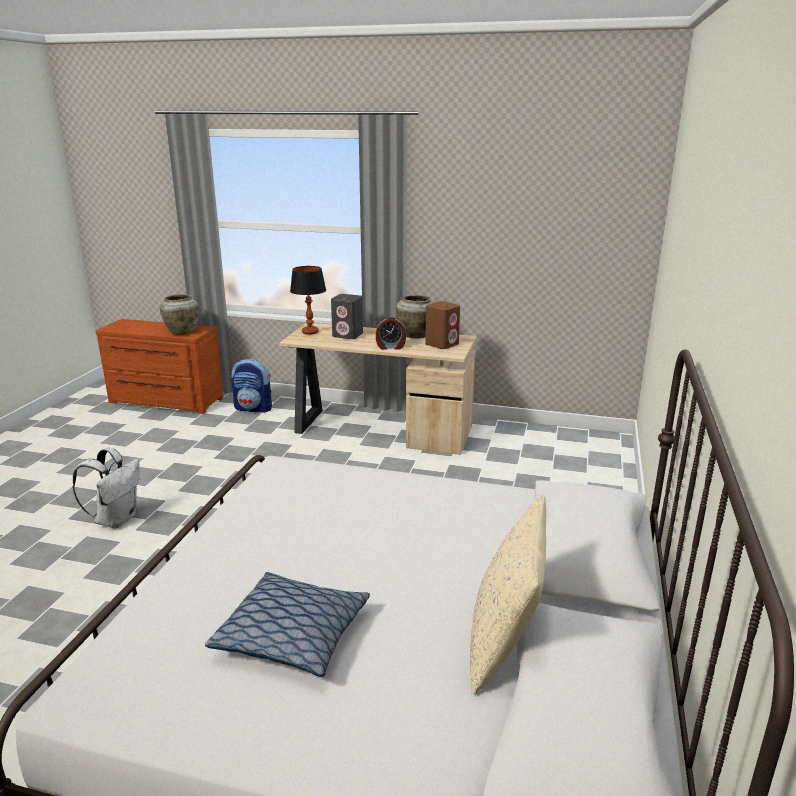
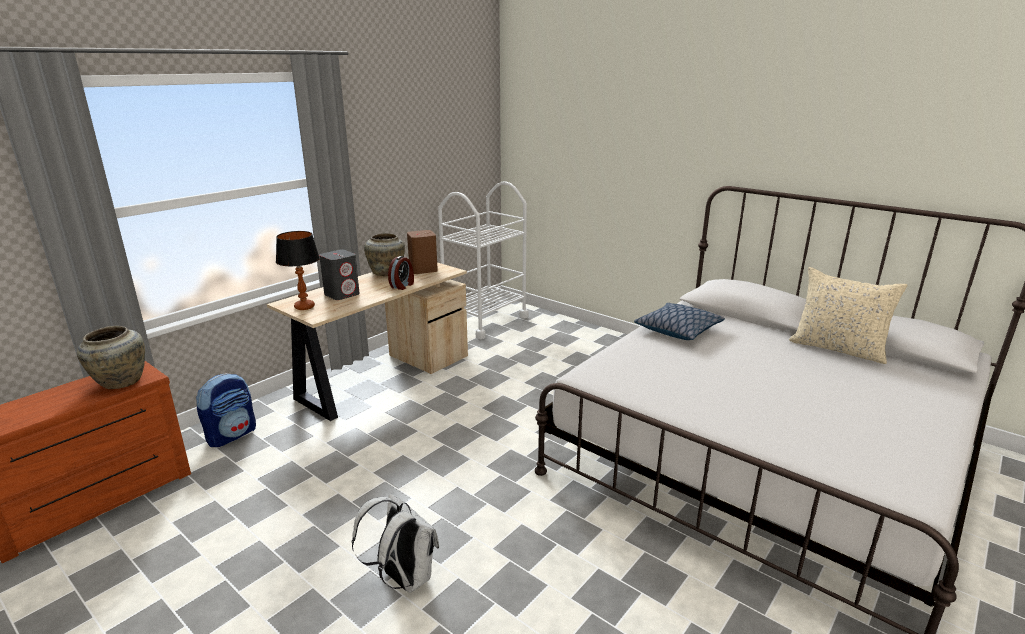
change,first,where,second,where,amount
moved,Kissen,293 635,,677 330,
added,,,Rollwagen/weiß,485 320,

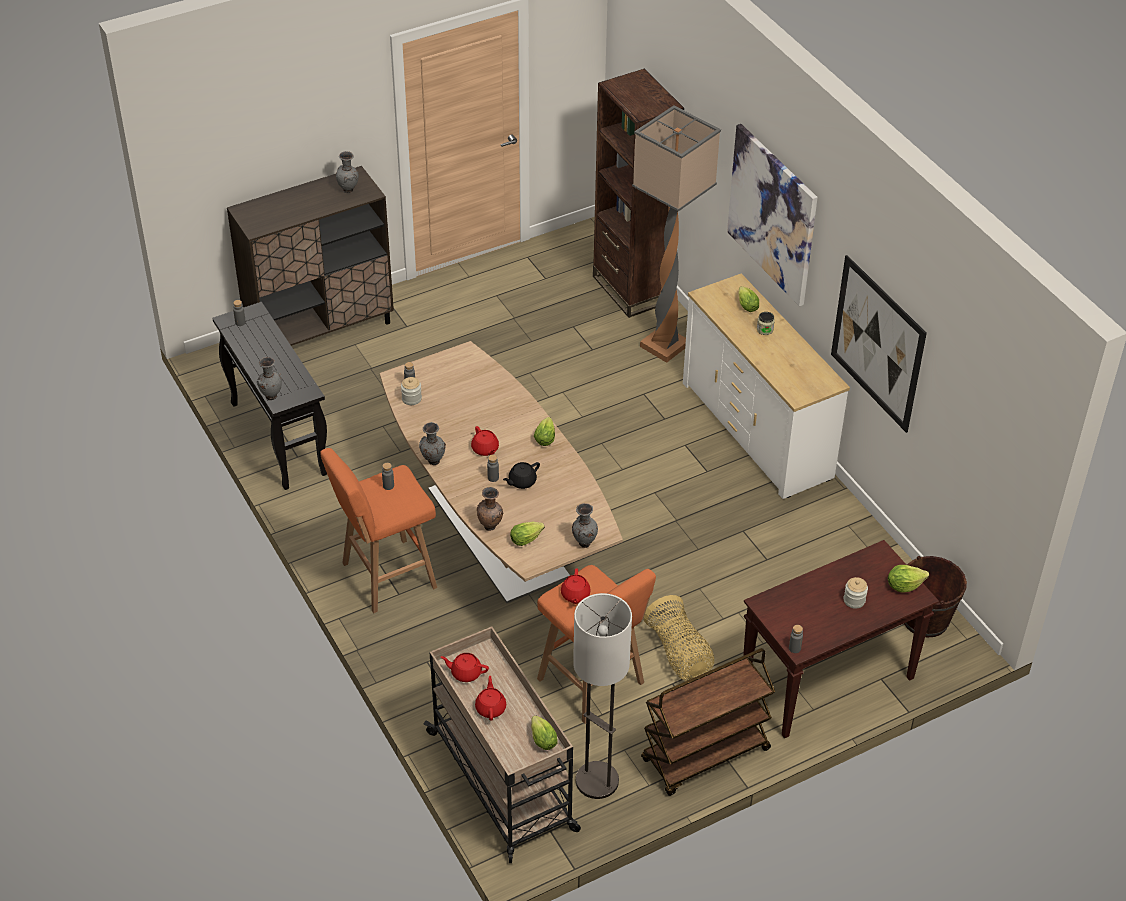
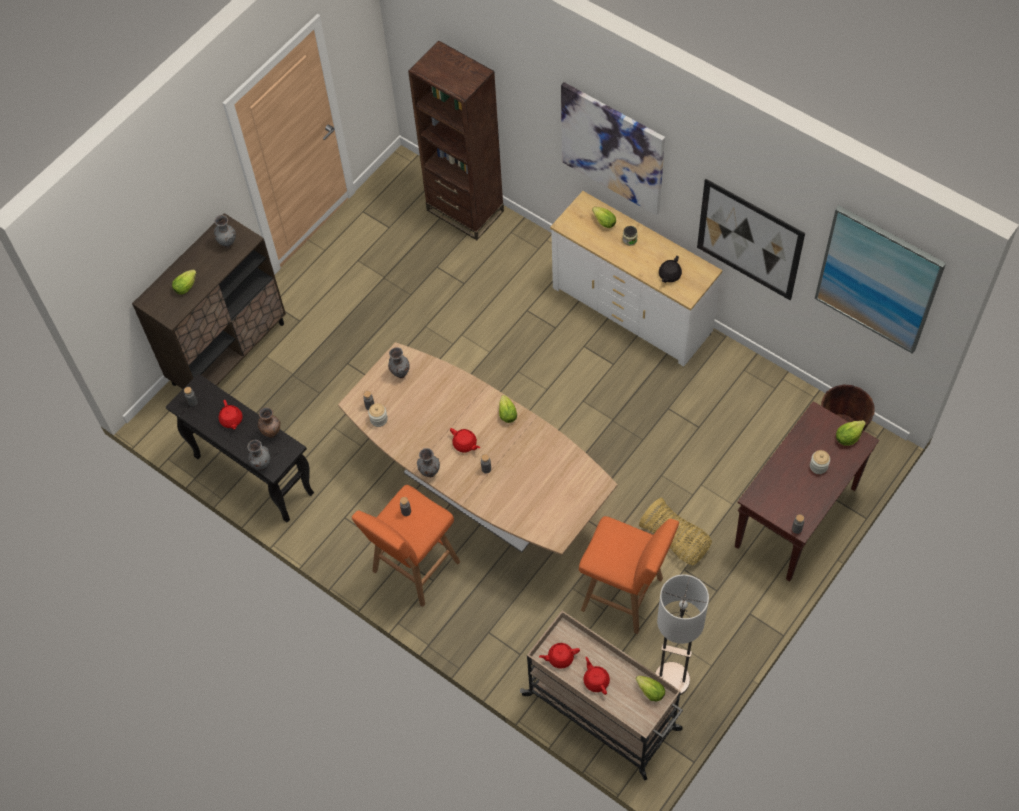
change,first,where,second,where,amount
removed,Stehlampe,666 346,,,
moved,Teekanne/schwarz,521 481,,669 275,
moved,Vase/braun,491 526,,272 433,
moved,Vase/grau,584 543,,400 374,
moved,Salatkopf,528 539,,187 285,
moved,Teekanne/rot,575 595,,231 420,
removed,Rollwagen/braun,705 756,,,
added,,,Bild,878 279,

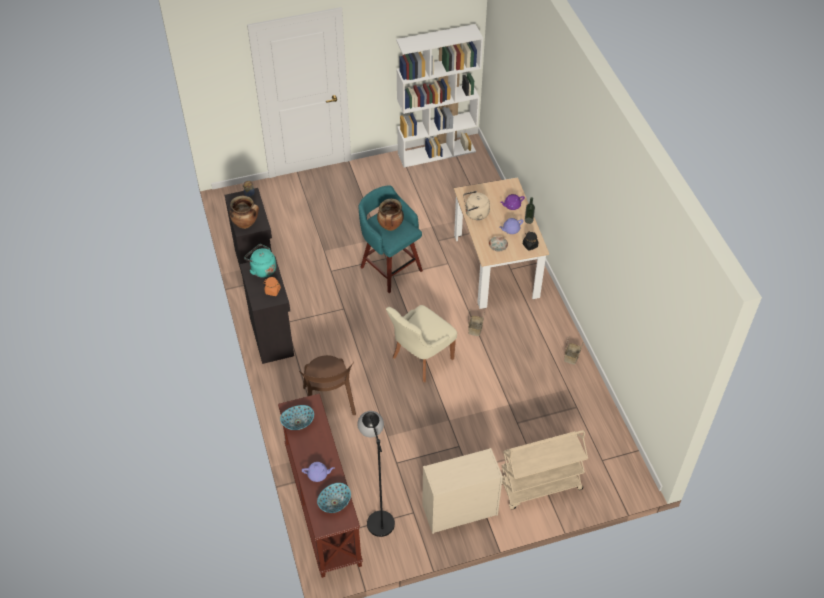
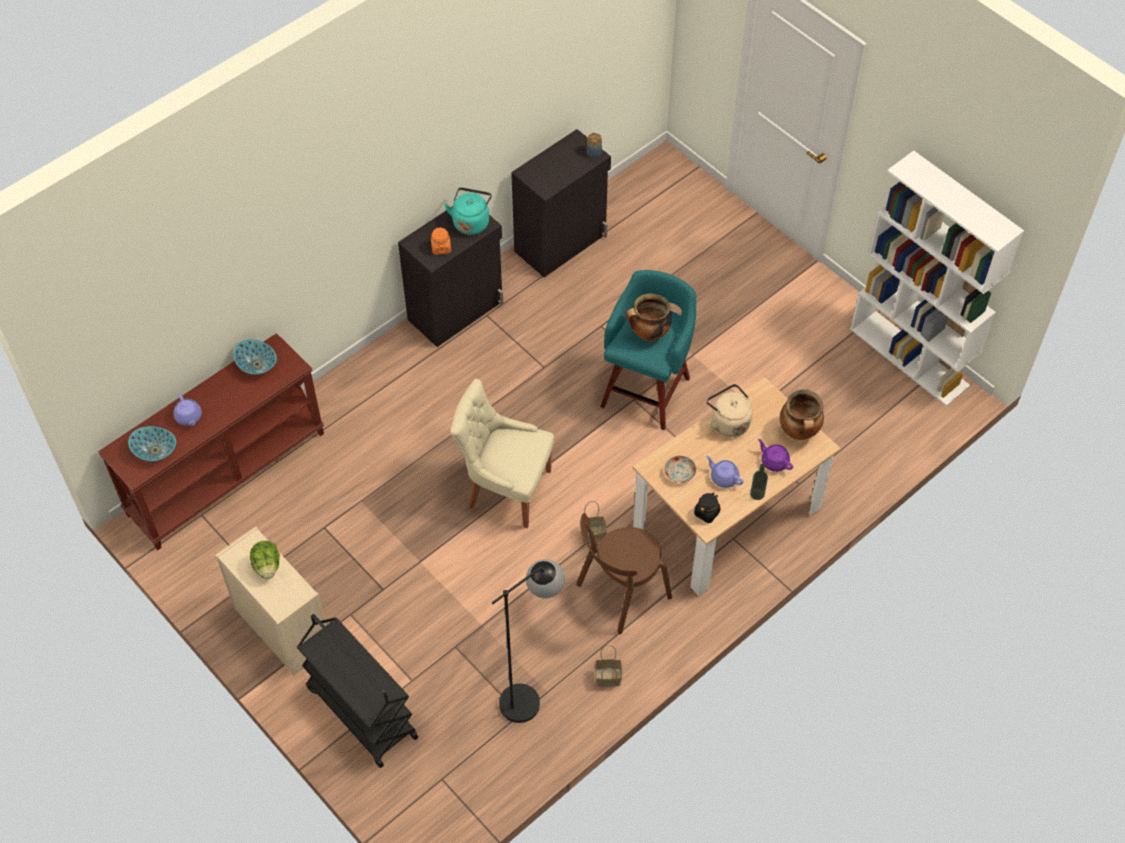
change,first,where,second,where,amount
moved,Kochtopf,246 224,,799 432,
moved,Stuhl/braun,329 403,,620 593,
moved,Stehlampe/schwarz,378 515,,530 694,
recoloured,Rollwagen/beige,540 487,Rollwagen/schwarz,361 712,
added,,,Salatkopf,267 566,

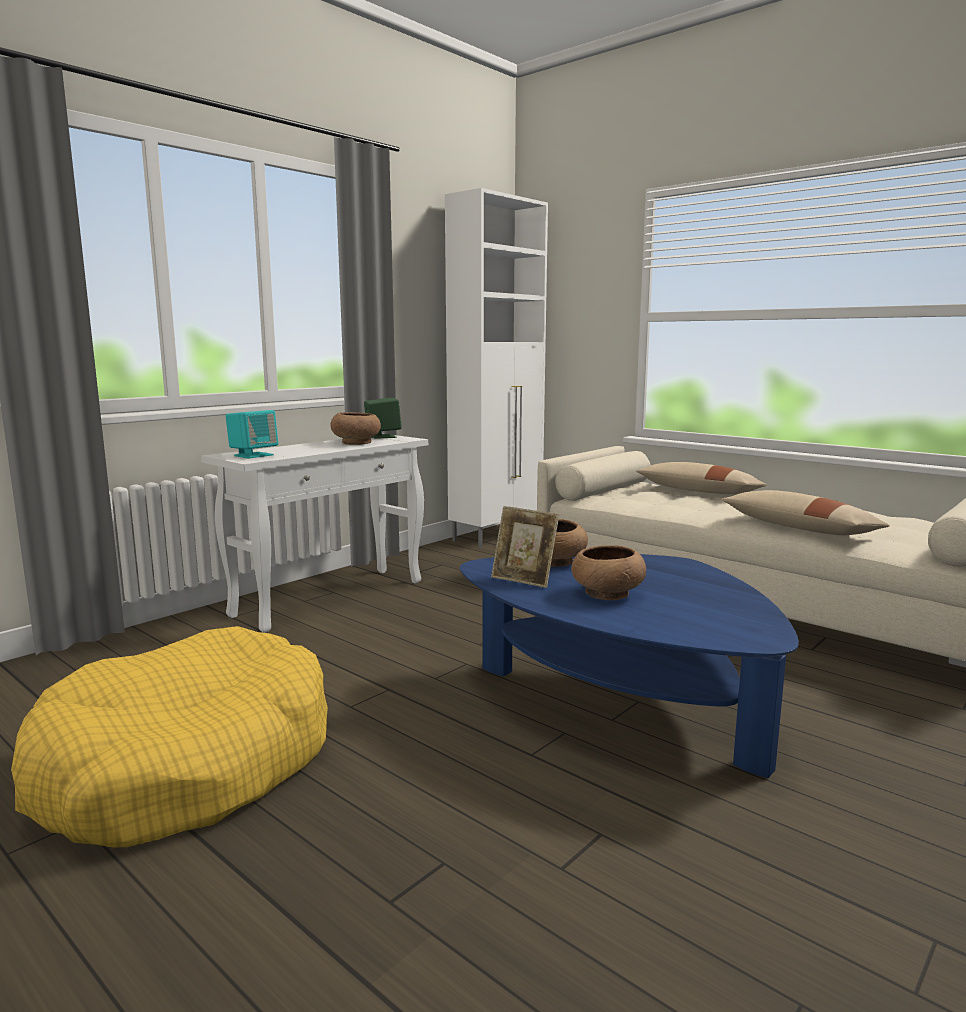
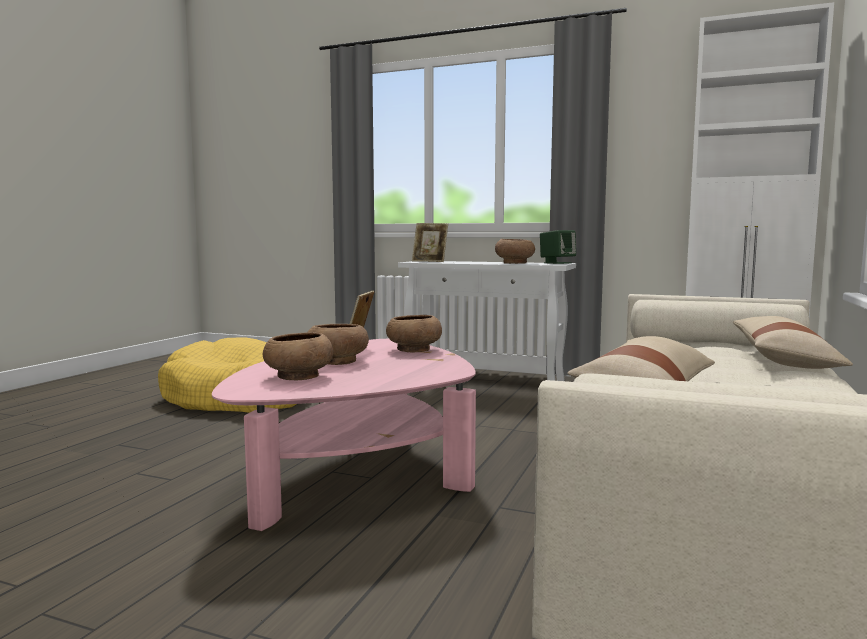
change,first,where,second,where,amount
replaced,Lautsprecher/türkis,253 455,Bilderrahmen,430 261,
recoloured,Couchtisch/blau,619 706,Couchtisch/rosa,358 472,
added,,,Schüssel/braun,298 376,

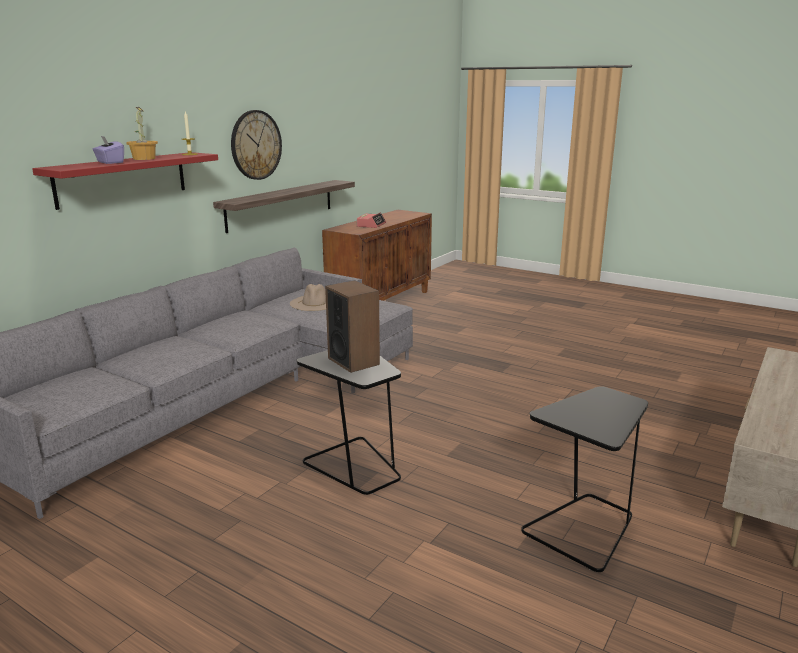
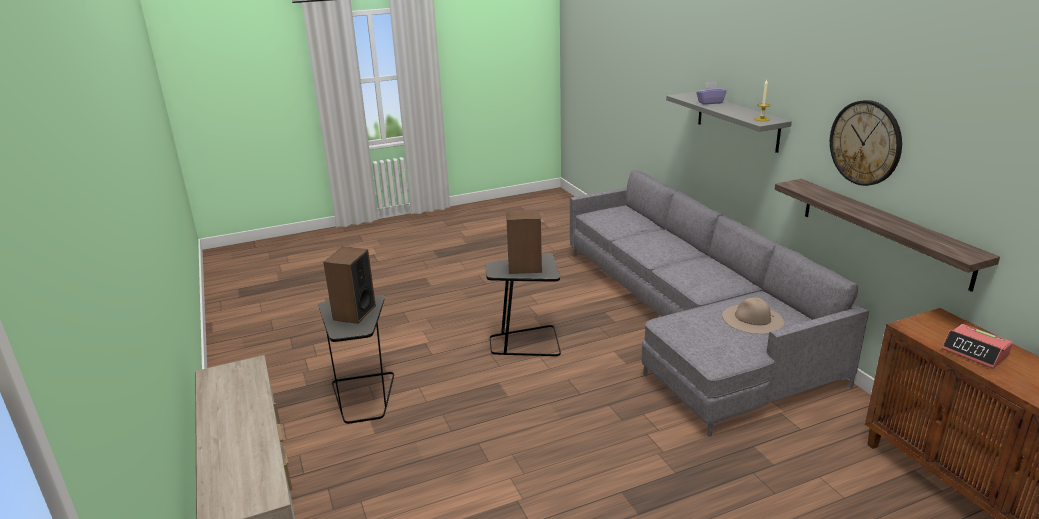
change,first,where,second,where,amount
removed,Topfpflanze,143 158,,,
recoloured,Wandregal/rot,122 179,Wandregal/grau,737 121,
added,,,Lautsprecher,354 313,

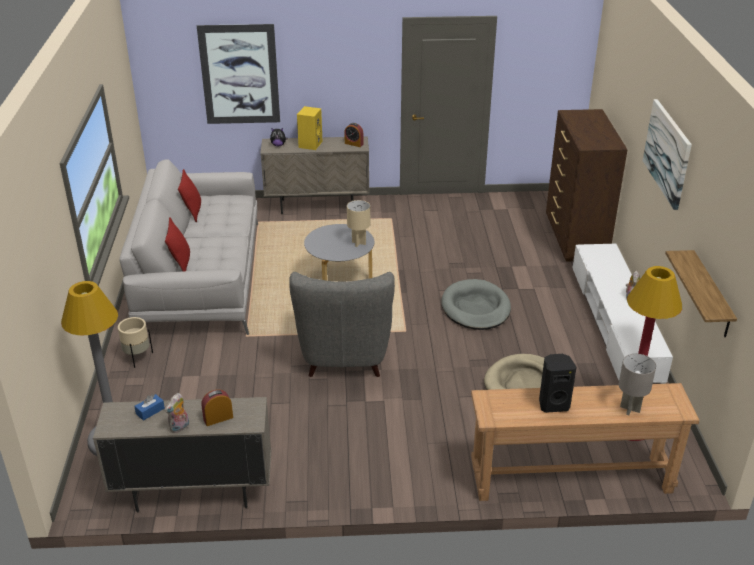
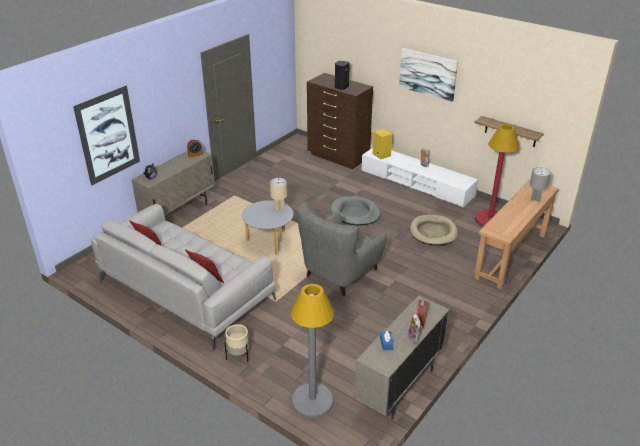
change,first,where,second,where,amount
moved,Lautsprecher/gelb,310 144,,381 155,
turned,Sessel/grau,345 354,,340 273,90 degrees clockwise
moved,Lautsprecher/schwarz,553 404,,341 87,

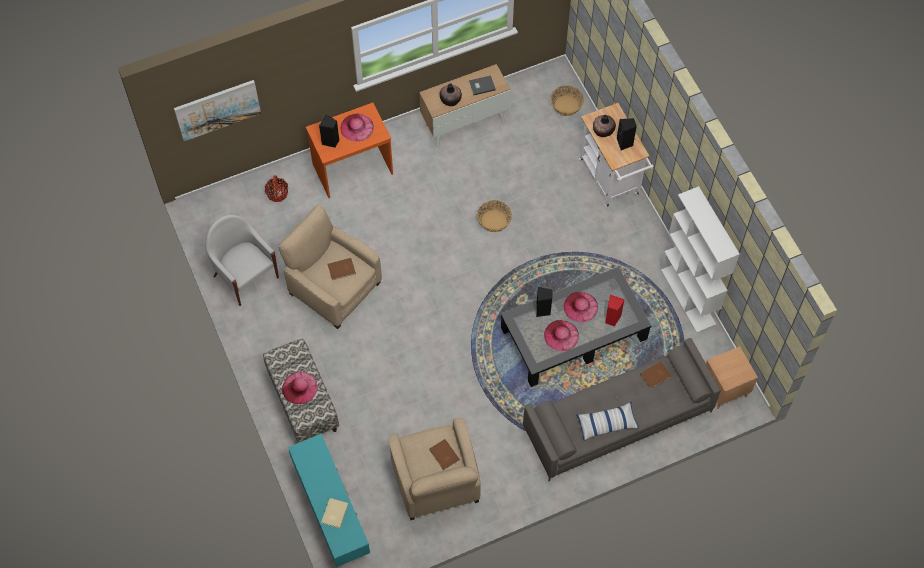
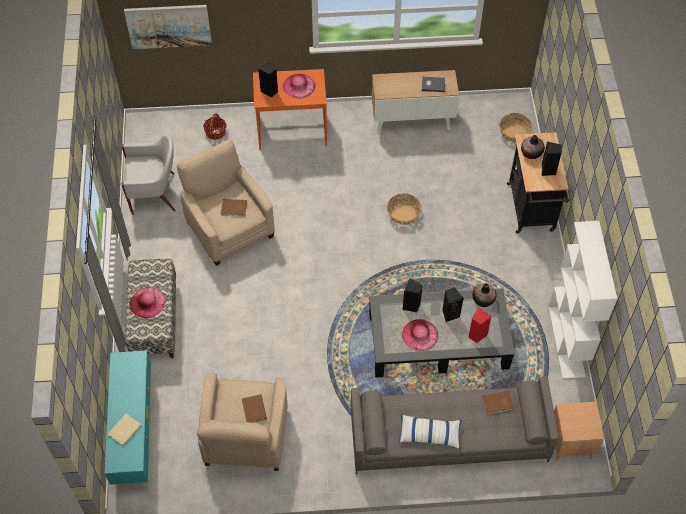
change,first,where,second,where,amount
moved,Vase,450 100,,483 300,
recoloured,Rollwagen/weiß,611 180,Rollwagen/schwarz,531 211,
turned,Sessel/weiß,245 276,,154 194,105 degrees clockwise
replaced,Hut/rosa,580 306,Lautsprecher/schwarz,450 314,

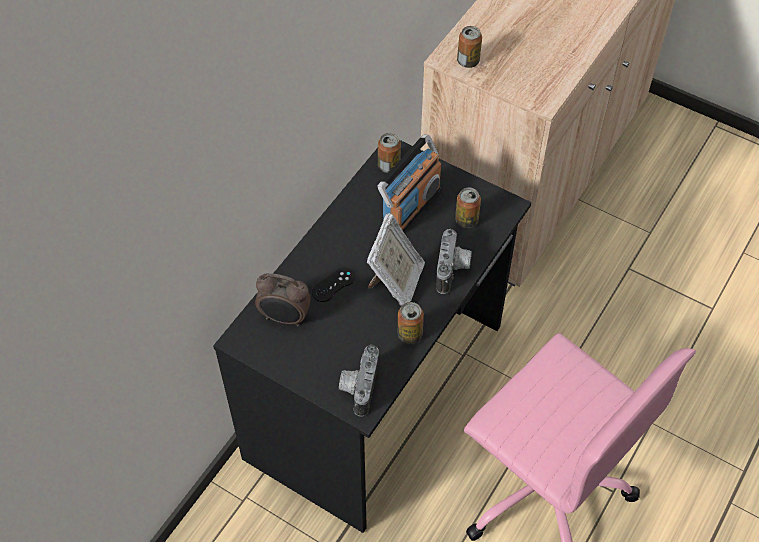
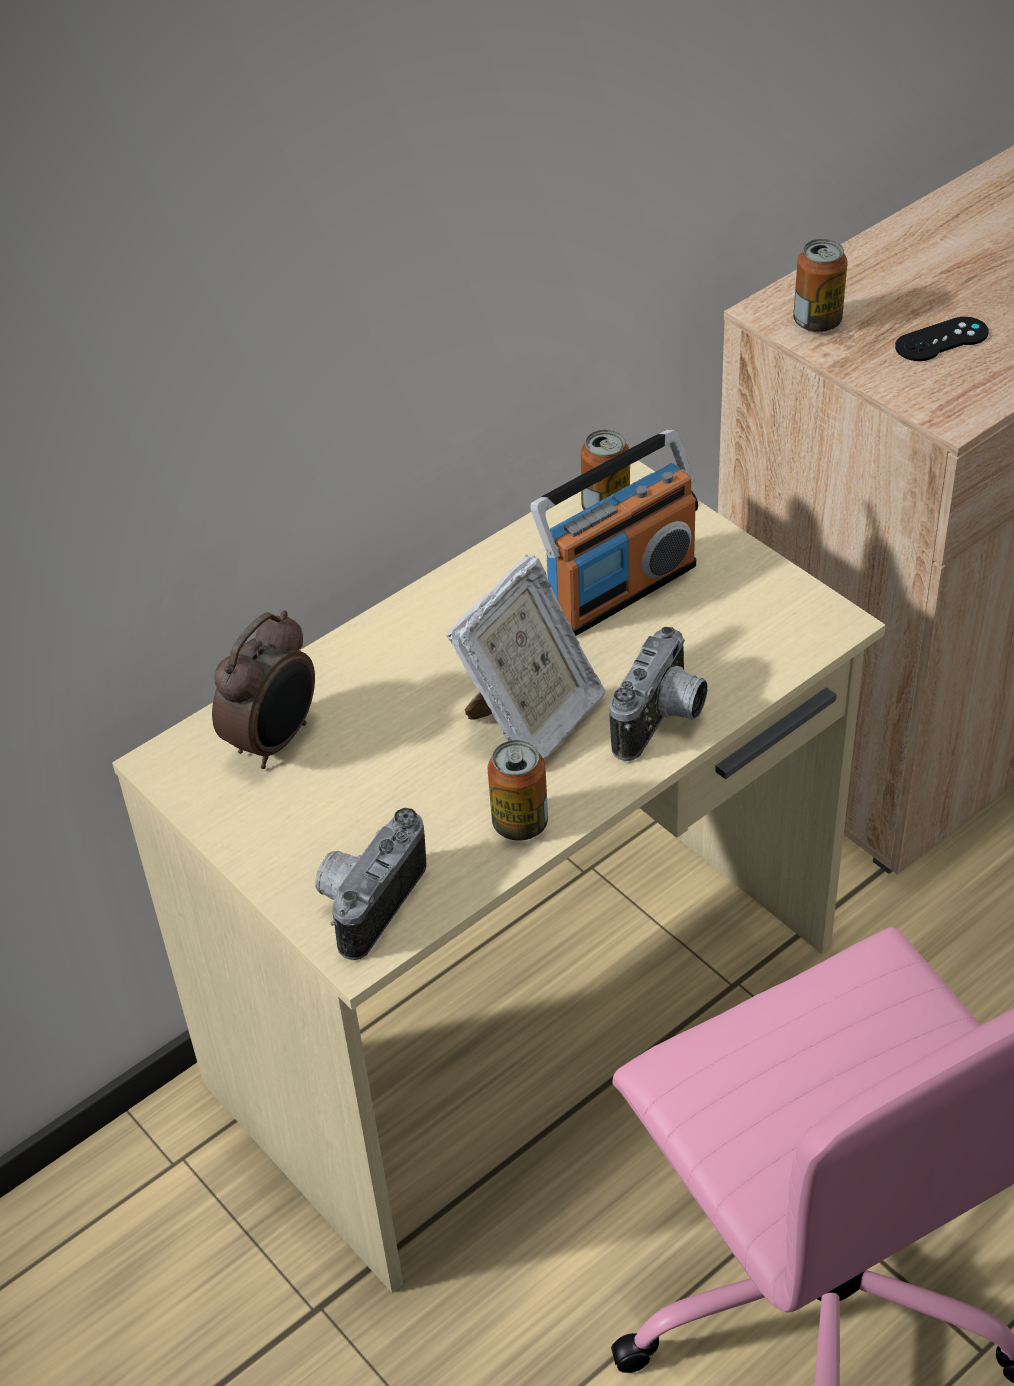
change,first,where,second,where,amount
recoloured,Schreibtisch/schwarz,379 391,Schreibtisch/beige,530 1017,
removed,Dose,466 220,,,
moved,Gamepad/schwarz,333 285,,941 340,
turned,Wecker,285 318,,275 741,90 degrees counterclockwise

